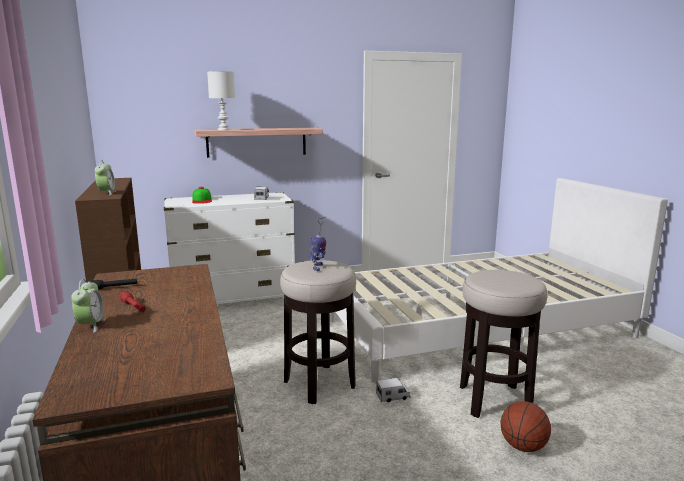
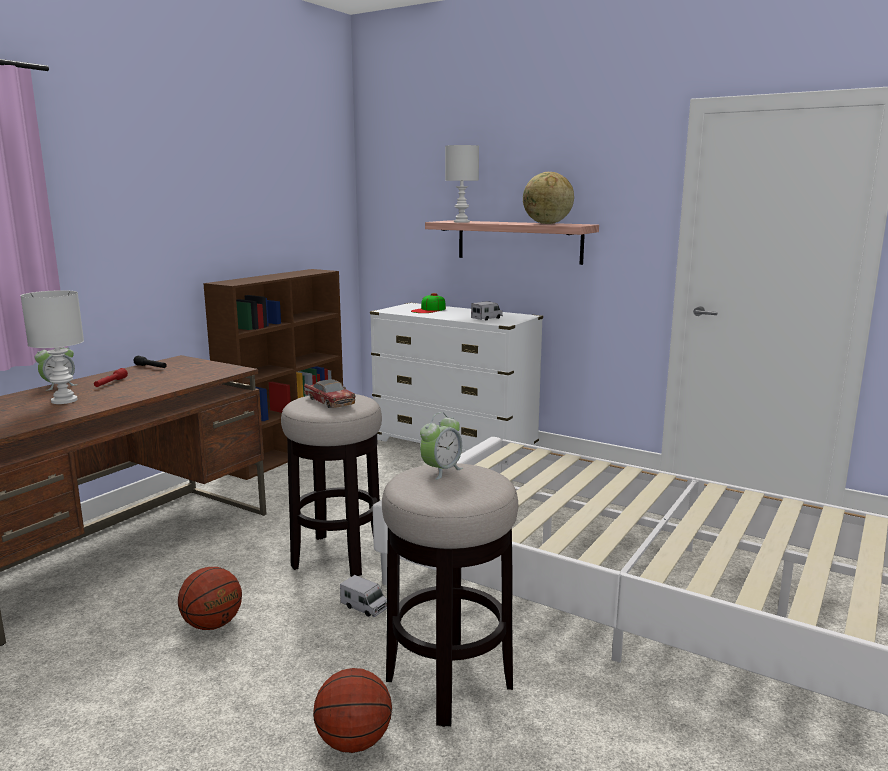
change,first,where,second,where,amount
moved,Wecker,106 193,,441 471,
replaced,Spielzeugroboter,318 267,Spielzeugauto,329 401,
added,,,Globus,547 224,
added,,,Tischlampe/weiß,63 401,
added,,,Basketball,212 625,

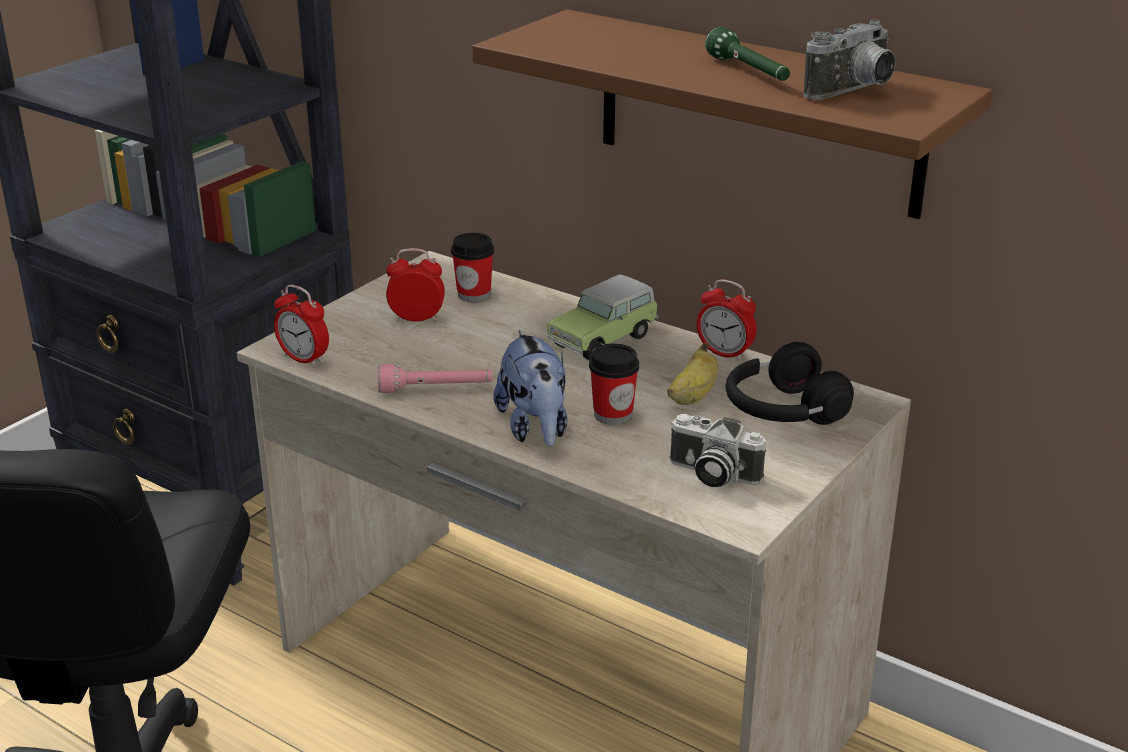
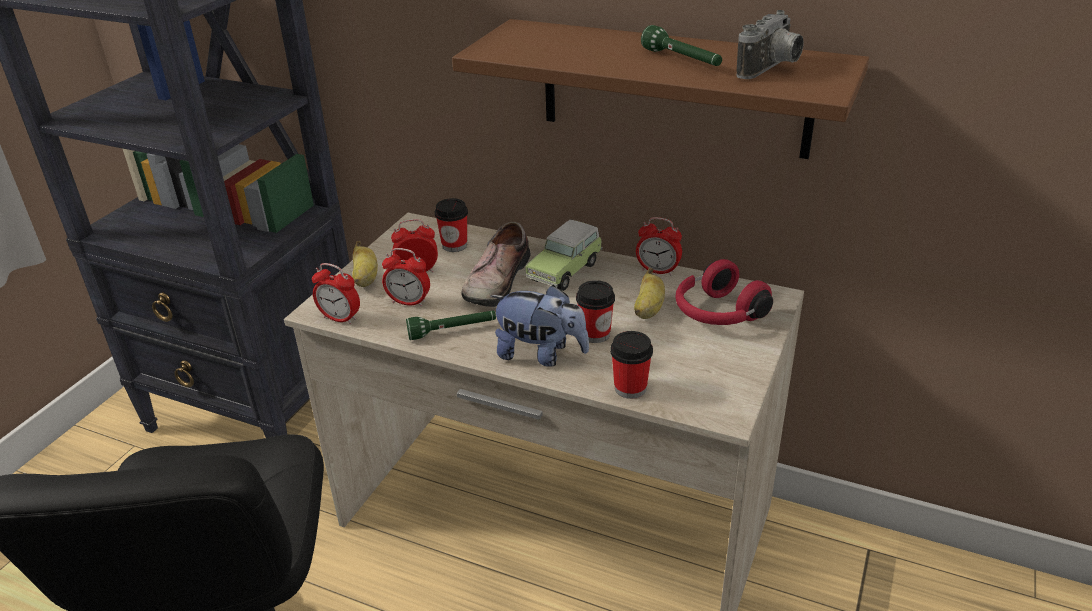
change,first,where,second,where,amount
turned,Plüschtier,535 428,,541 354,45 degrees counterclockwise
recoloured,Kopfhörer/schwarz,781 411,Kopfhörer/rot,717 313,
recoloured,Taschenlampe/rosa,436 389,Taschenlampe/grün,452 331,
removed,Kamera,711 474,,,
added,,,Schuh,494 280,
added,,,Banane,365 279,
added,,,Wecker,409 302,
added,,,Tasse,630 388,

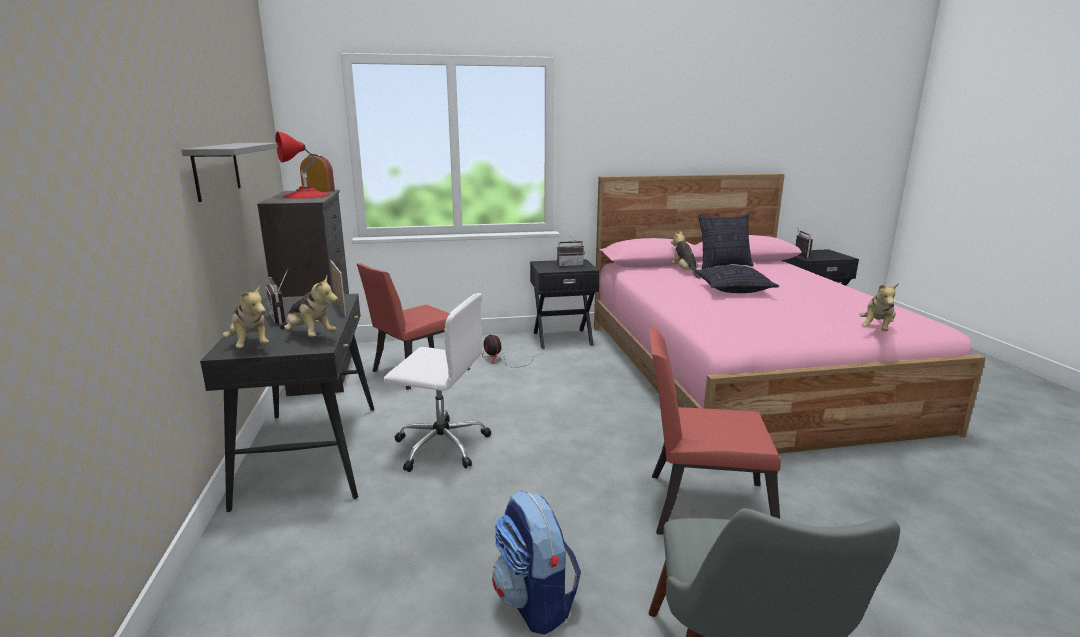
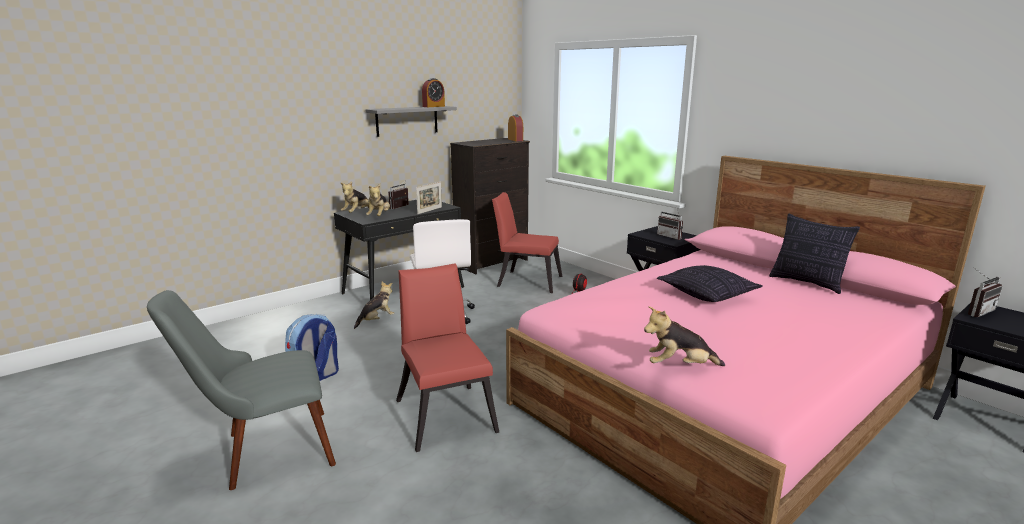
change,first,where,second,where,amount
removed,Tischlampe/rot,306 195,,,
moved,Plüschtier,685 272,,376 320,
added,,,Wecker,433 106,

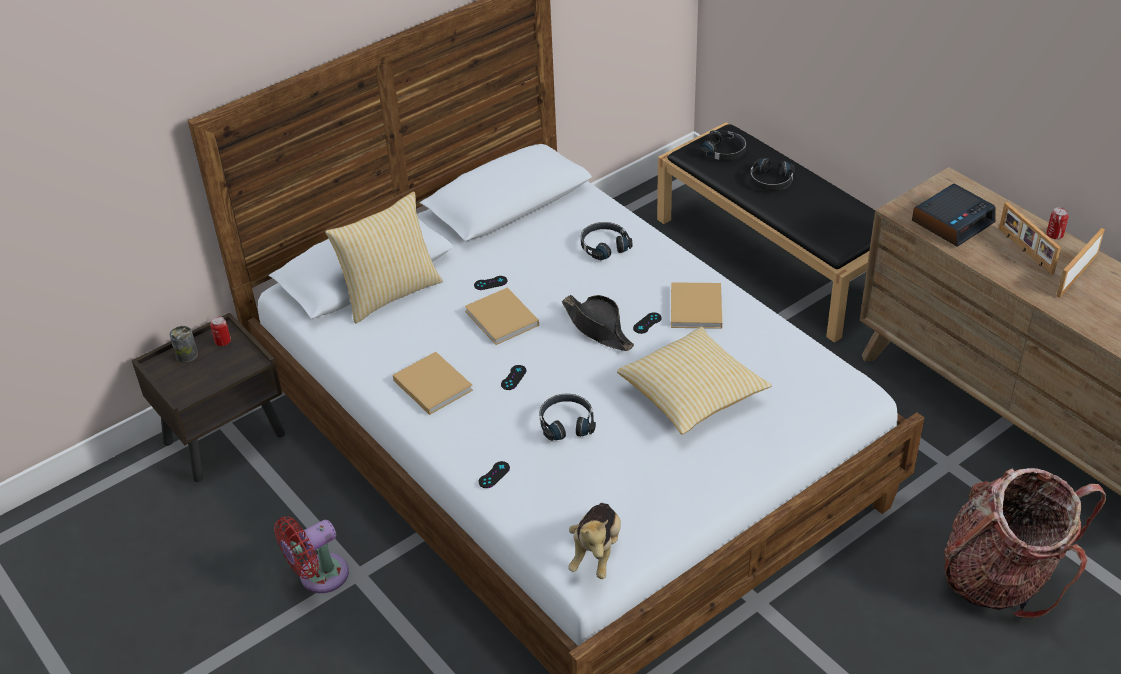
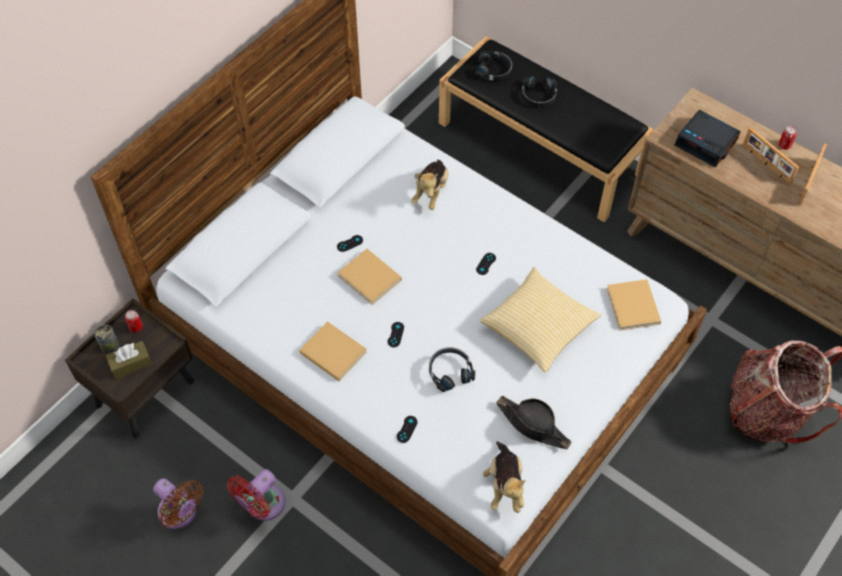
change,first,where,second,where,amount
turned,Wecker,952 221,,706 143,90 degrees clockwise
removed,Kissen,389 293,,,
replaced,Kopfhörer/schwarz,604 246,Plüschtier,431 192,
moved,Buch/beige,696 309,,633 307,
moved,Hut/schwarz,598 328,,533 425,
added,,,Taschentuchbox/braun,130 363,
added,,,Ventilator/braun,180 513,

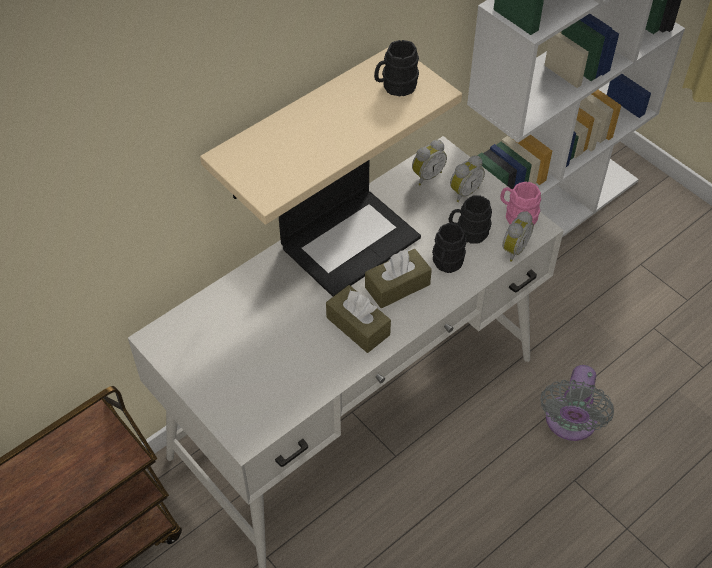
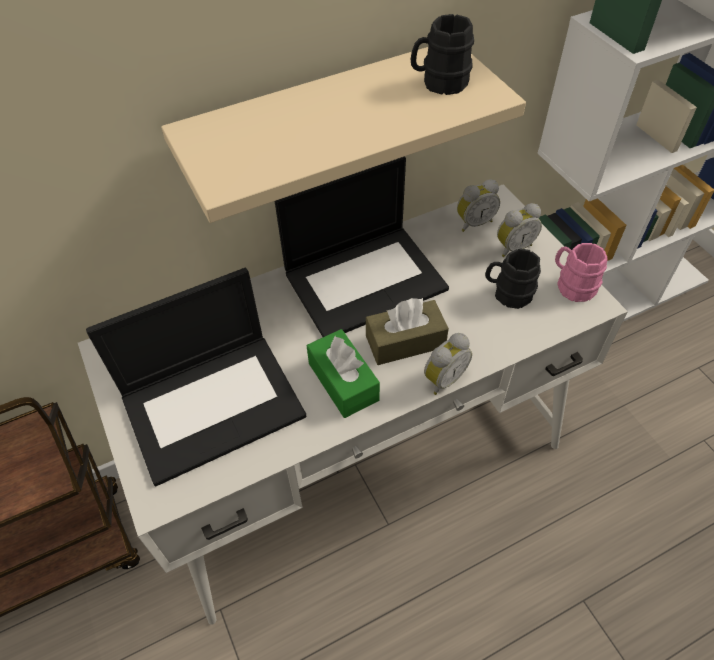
change,first,where,second,where,amount
moved,Wecker,513 249,,443 378,
removed,Henkelbecher/schwarz,446 264,,,
recoloured,Taschentuchbox/braun,358 326,Taschentuchbox/grün,343 381,
removed,Ventilator/grau,569 423,,,
added,,,Laptop,214 403,

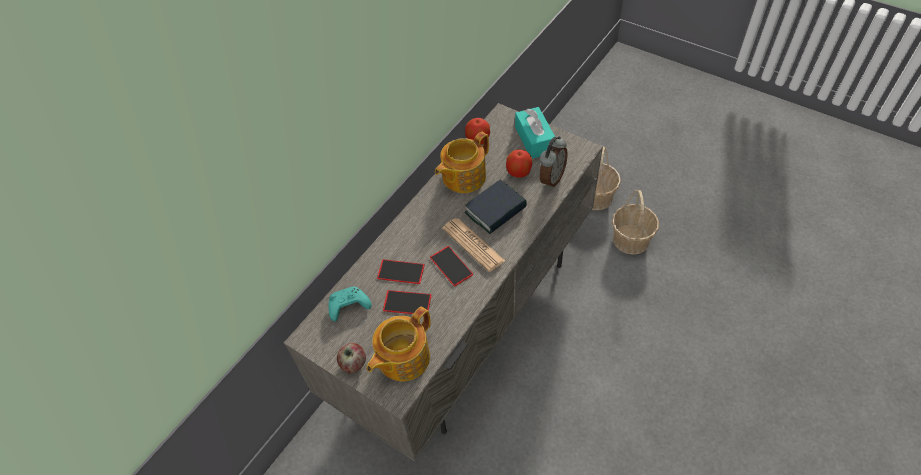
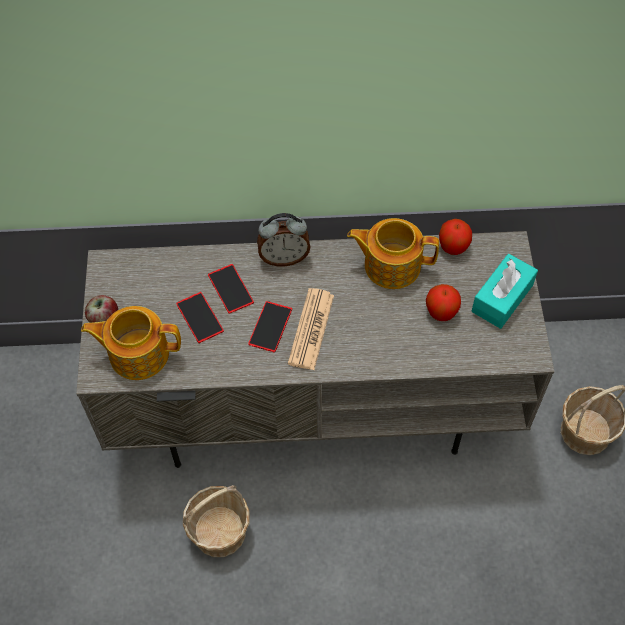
change,first,where,second,where,amount
moved,Wecker,551 178,,284 257,
removed,Buch,496 211,,,
moved,Korb,631 239,,220 531,
removed,Gamepad/türkis,348 307,,,

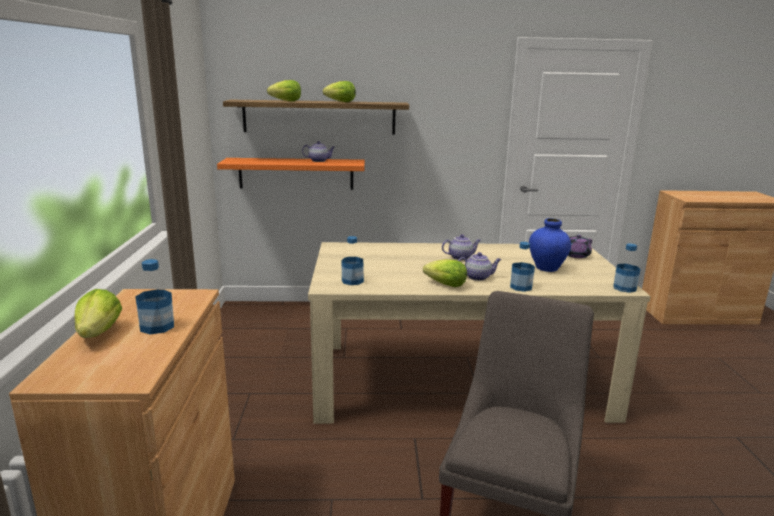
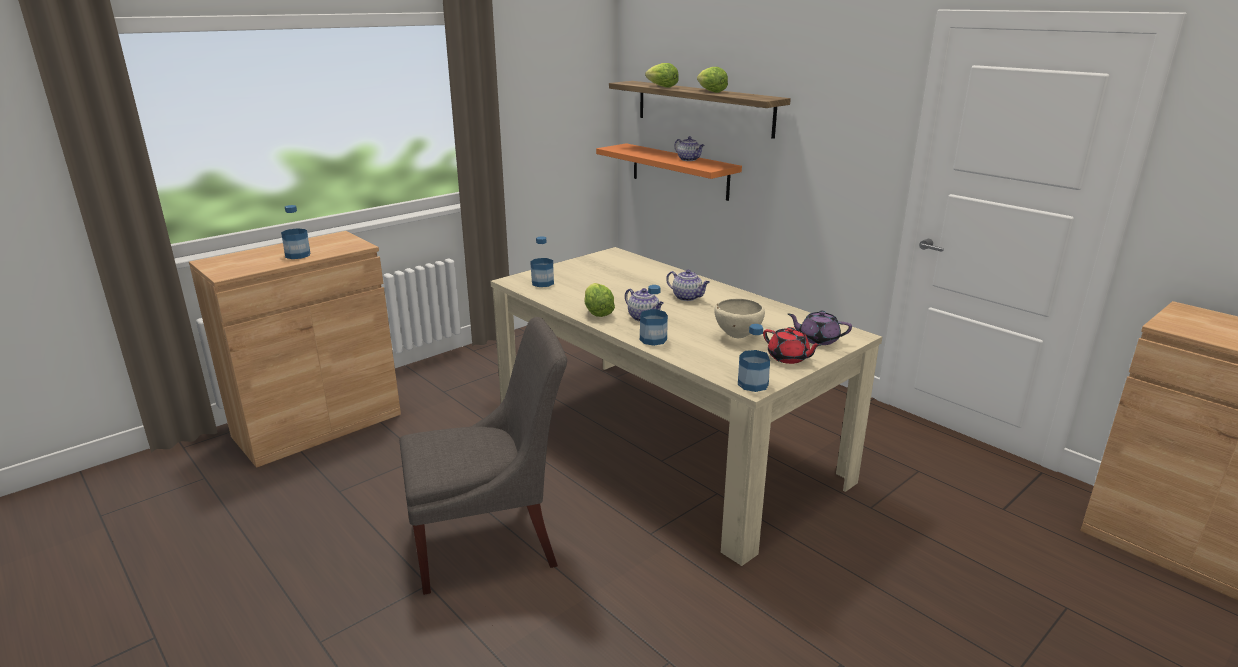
change,first,where,second,where,amount
replaced,Vase/blau,546 268,Schüssel/beige,737 337,
removed,Salatkopf,99 333,,,
added,,,Teekanne/rot,788 358,

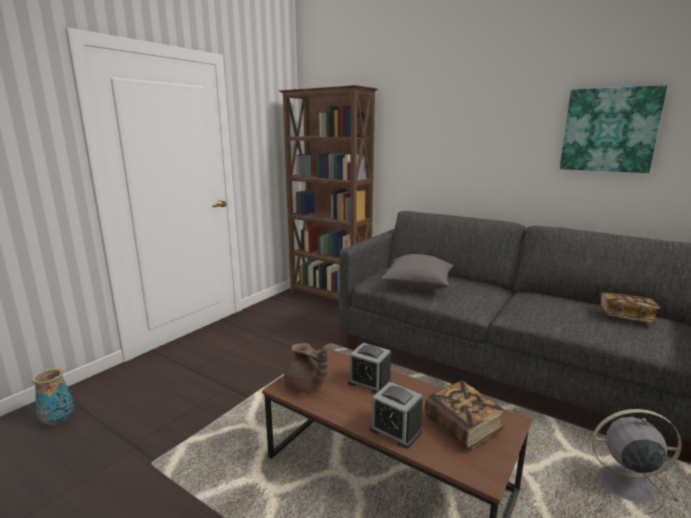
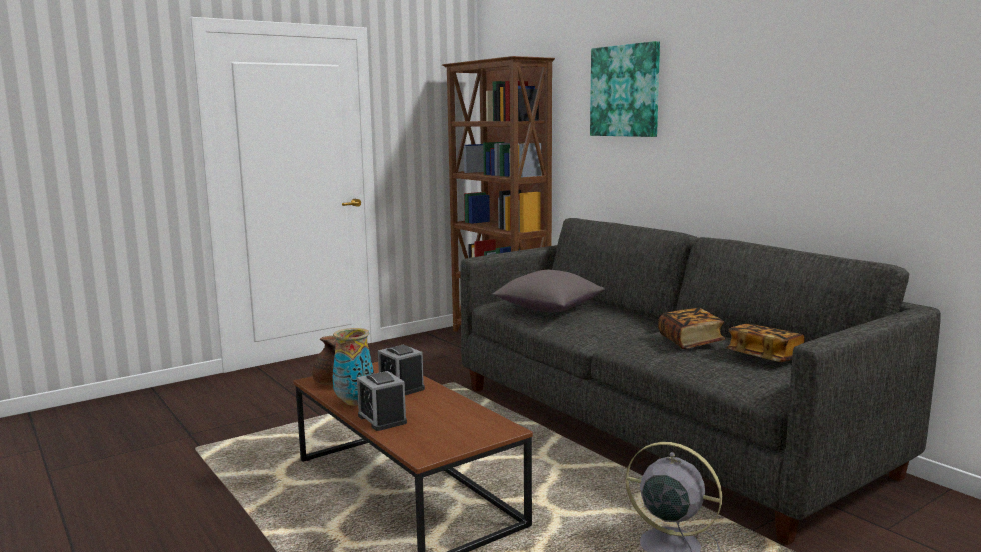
change,first,where,second,where,amount
moved,Bild,609 130,,625 91,
moved,Vase,58 421,,355 402,
moved,Buch,463 427,,690 342,

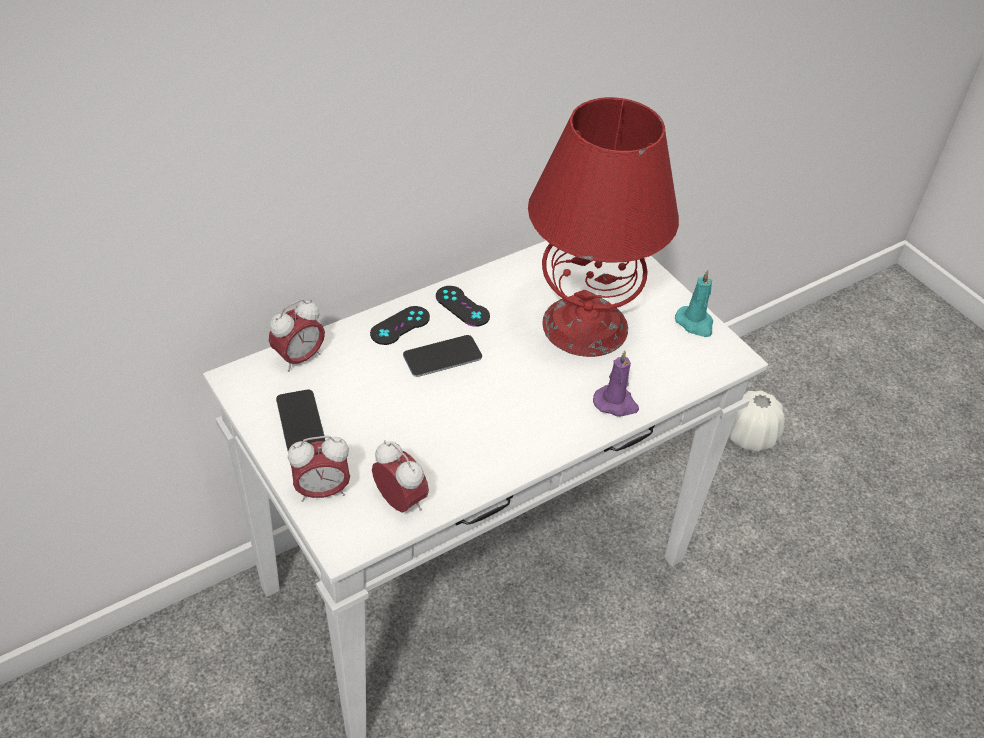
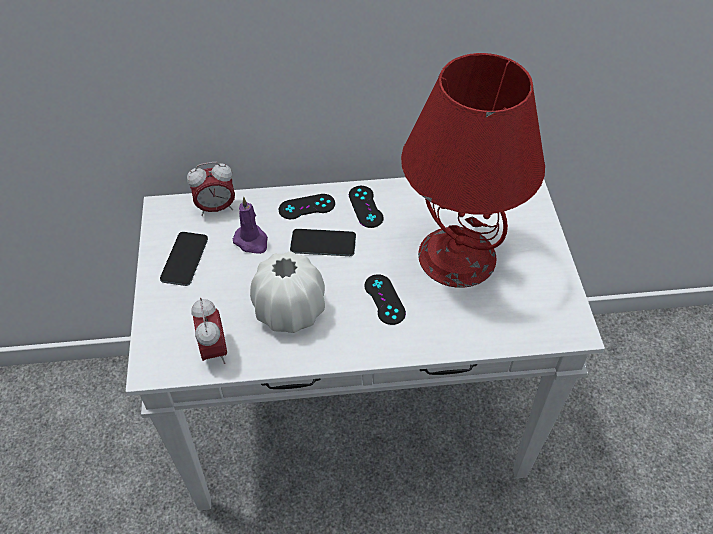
change,first,where,second,where,amount
removed,Kerze/türkis,695 323,,,
moved,Kerze/lila,616 403,,252 241,
moved,Vase/weiß,750 436,,289 311,
removed,Wecker,322 491,,,
added,,,Gamepad/schwarz,384 299,

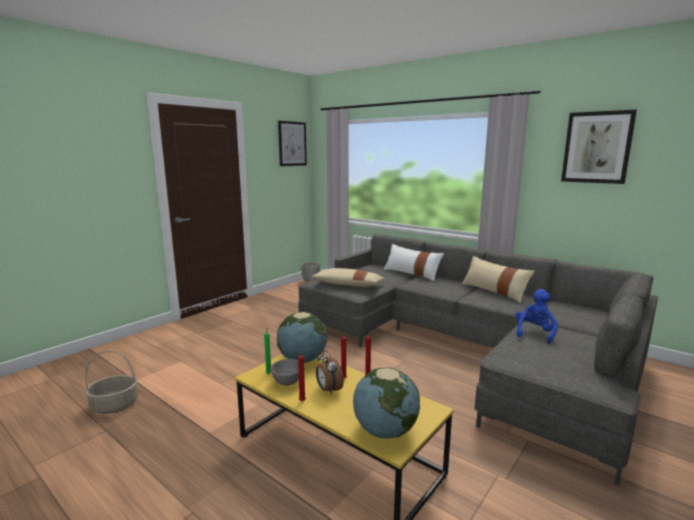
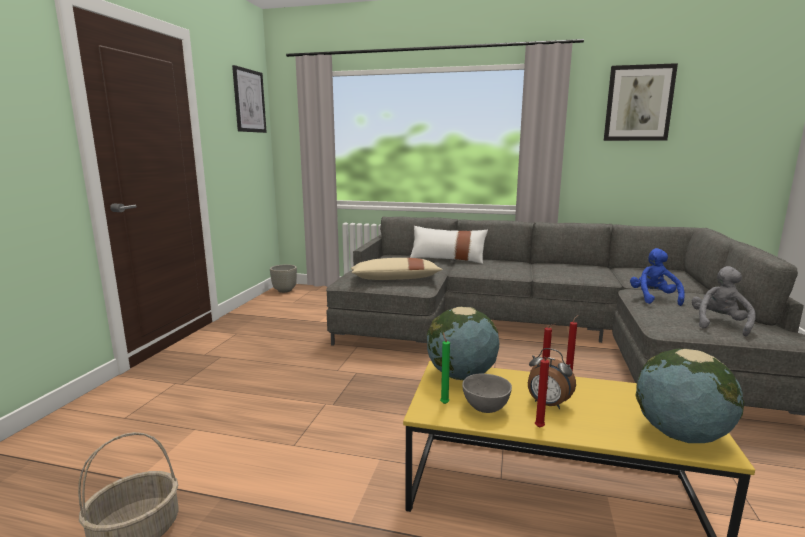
change,first,where,second,where,amount
removed,Kissen/beige,494 291,,,
added,,,Plüschtier/grau,719 324,

